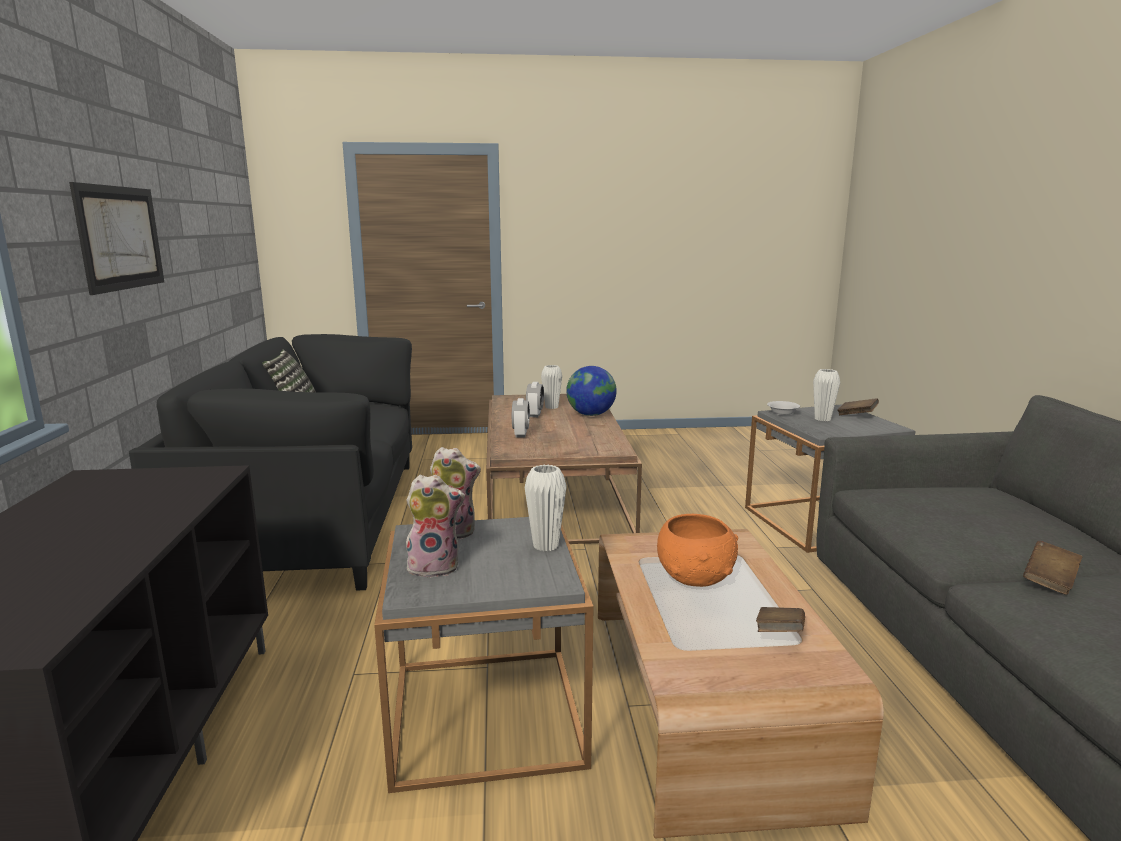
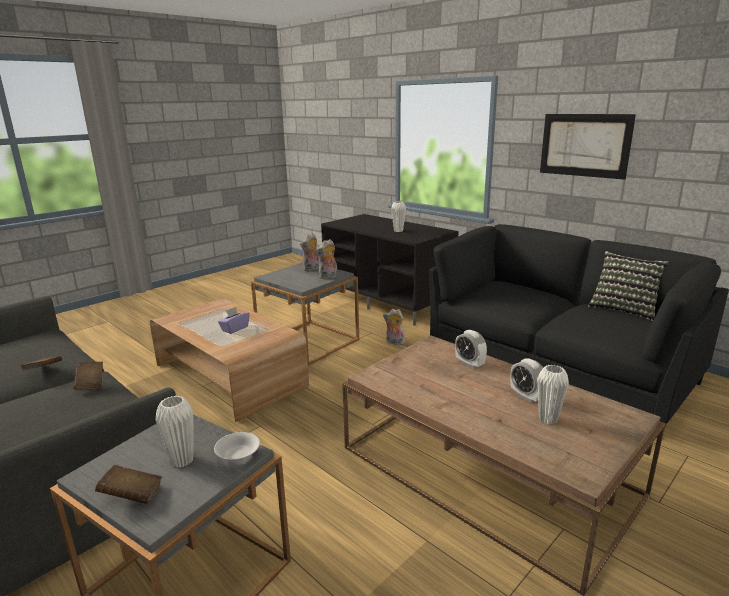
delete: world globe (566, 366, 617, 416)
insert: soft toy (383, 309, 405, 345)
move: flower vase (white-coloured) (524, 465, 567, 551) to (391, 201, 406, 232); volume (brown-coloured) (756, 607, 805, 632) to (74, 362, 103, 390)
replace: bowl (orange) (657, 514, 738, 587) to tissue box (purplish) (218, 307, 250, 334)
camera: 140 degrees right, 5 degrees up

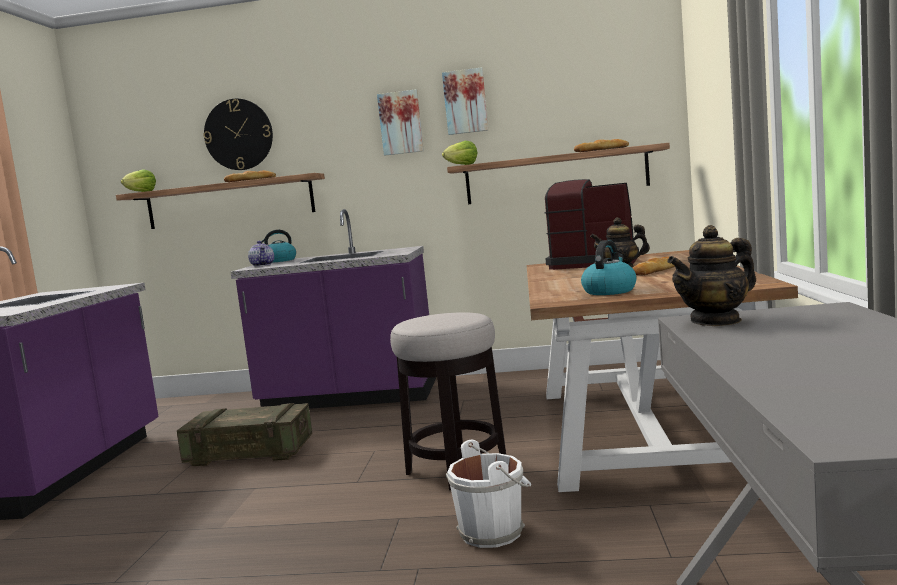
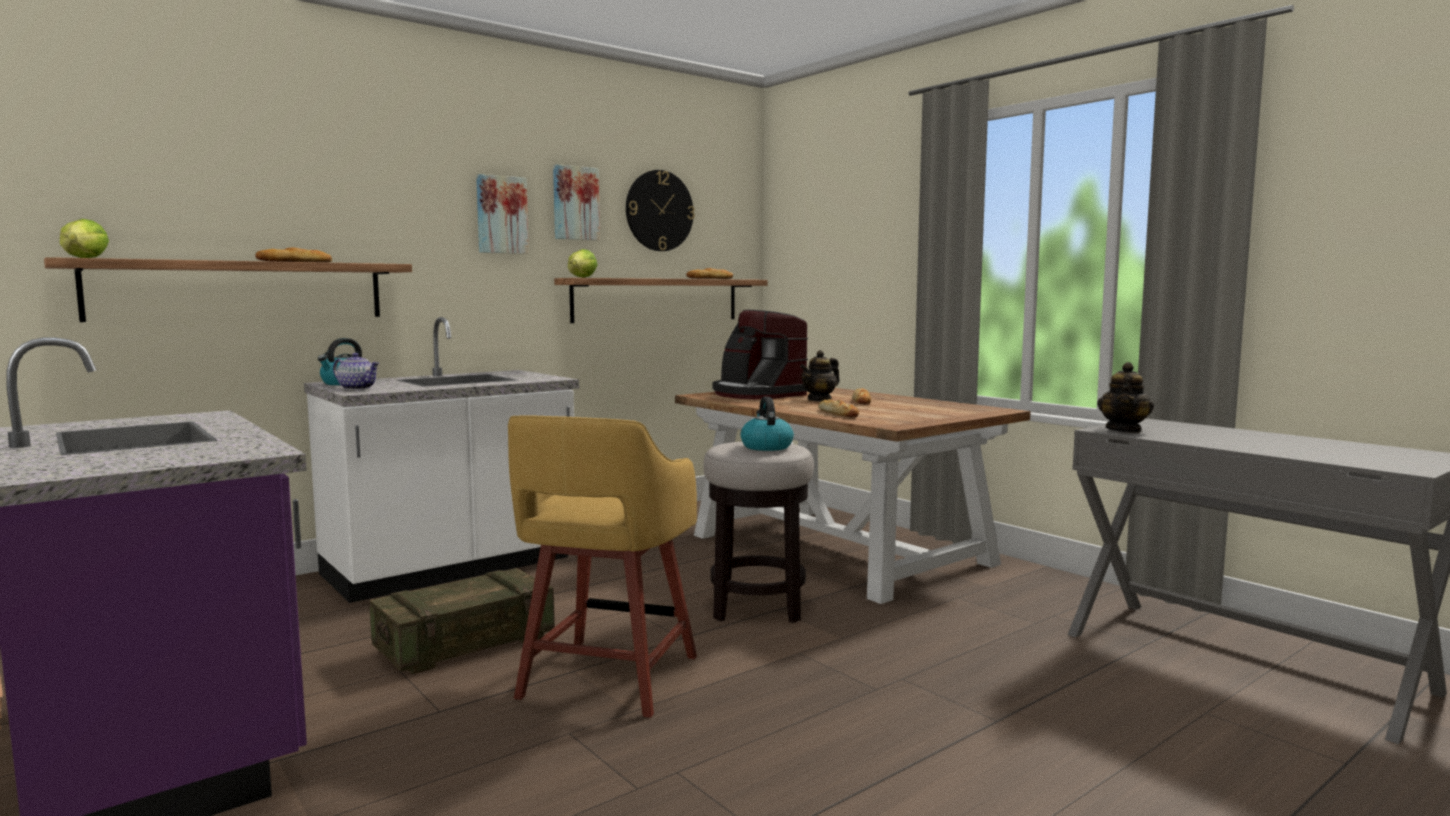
delete: pail (white-coloured) (446, 440, 531, 548)
insert: sitting stool (yellow) (508, 415, 697, 718); bread (818, 399, 859, 417)
move: hanging clock (203, 99, 273, 170) to (626, 170, 695, 251); kettle (581, 240, 637, 295) to (740, 397, 794, 451)
recolor: counter (purplish) (230, 209, 436, 409) to counter (white-coloured) (304, 317, 579, 603)
rotate: coffee maker (545, 179, 639, 270) = (713, 310, 808, 399) 105 degrees counterclockwise
camera: 45 degrees left, 0 degrees up

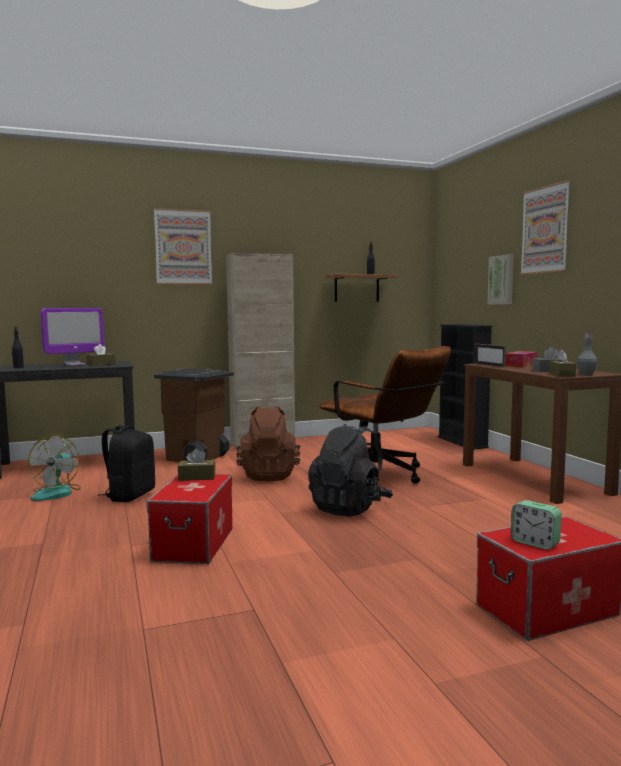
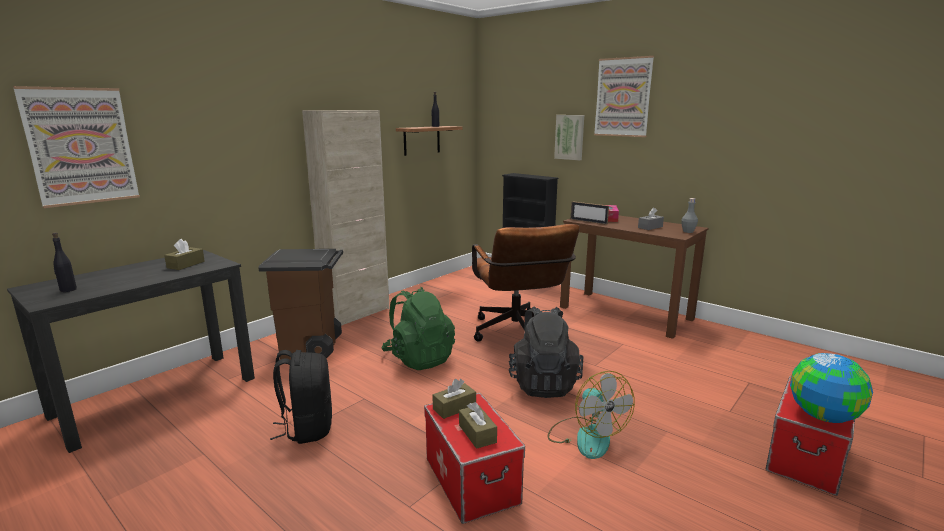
delete: computer display (41, 308, 104, 366)
move: electric fan (28, 434, 81, 501) to (548, 371, 635, 459); wall art (154, 208, 212, 285) to (13, 86, 140, 208); tissue box (brown-coloured) (550, 349, 576, 377) to (459, 402, 497, 449)
replace: bedside clock (511, 500, 562, 550) to world globe (790, 353, 873, 423)
recolor: backpack (brown-coloured) (236, 406, 300, 481) to backpack (green) (381, 287, 455, 370)
rotate: desk chair (brown-coloured) (319, 346, 451, 484) = (472, 224, 580, 341) 60 degrees clockwise
camera: 30 degrees left, 10 degrees up

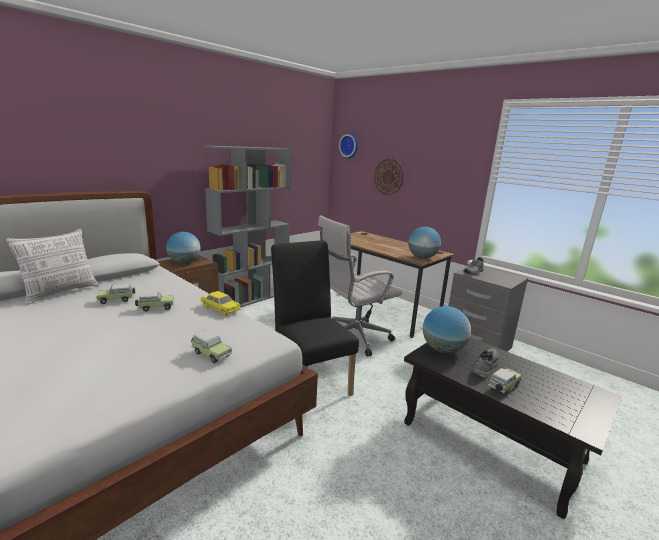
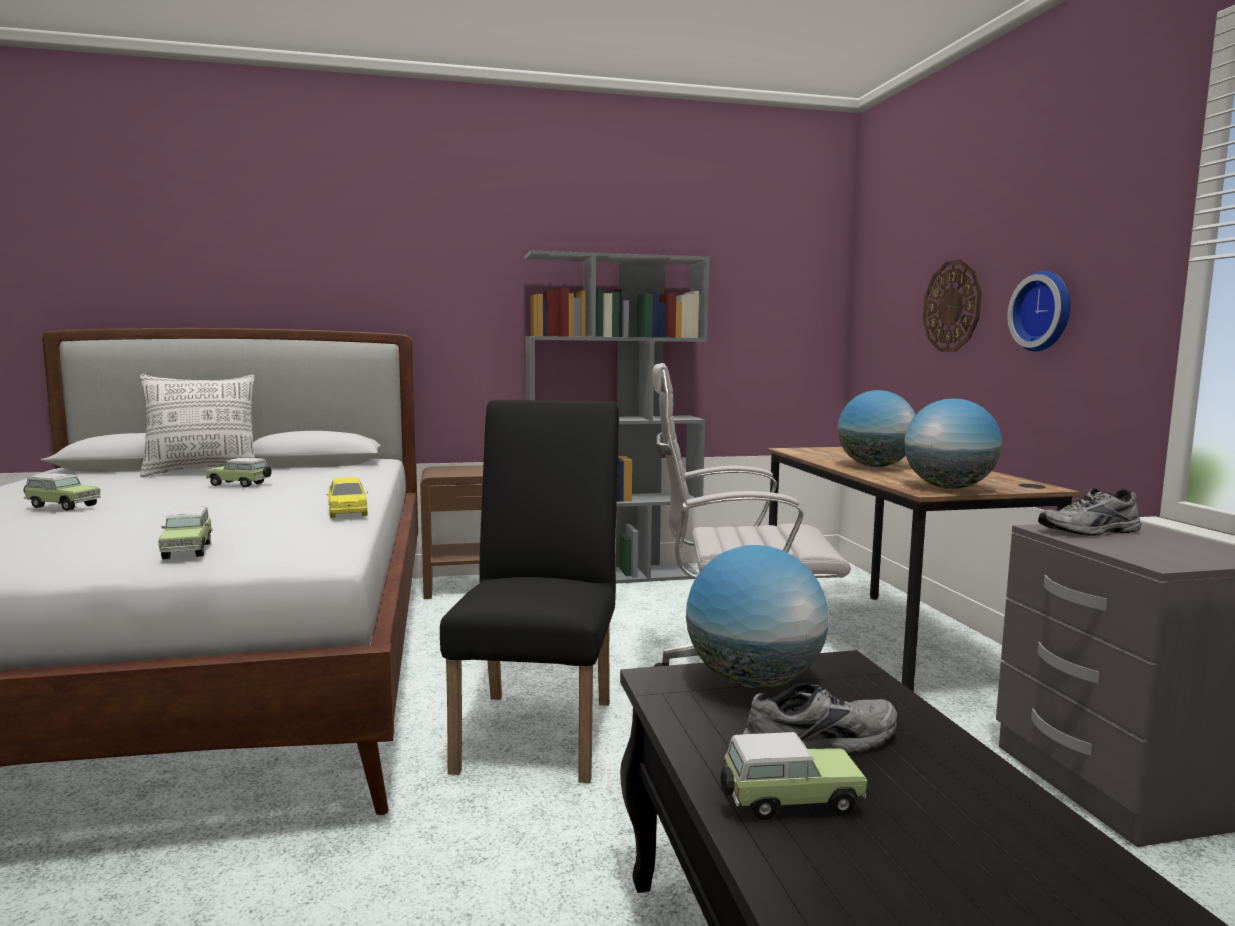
move: miniature car (135, 292, 174, 312) to (23, 473, 101, 511); world globe (166, 232, 201, 264) to (838, 390, 916, 467); hanging clock (339, 133, 358, 159) to (1007, 270, 1071, 351)
camera: 35 degrees right, 10 degrees down

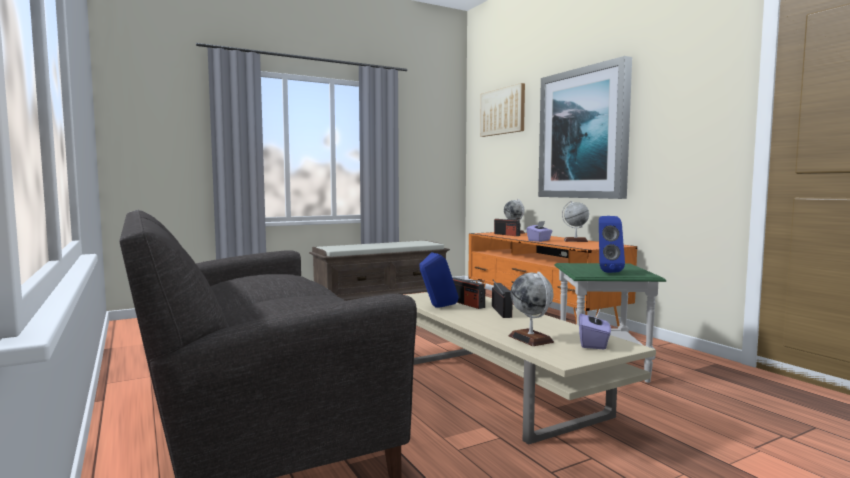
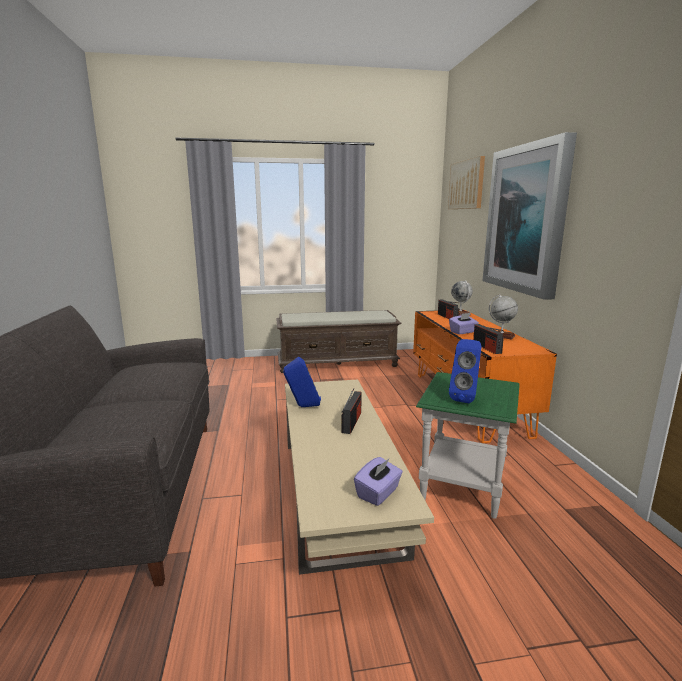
delete: world globe (509, 272, 554, 346)
move: radio (453, 278, 485, 309) to (473, 324, 504, 354)
camera: 20 degrees right, 10 degrees up

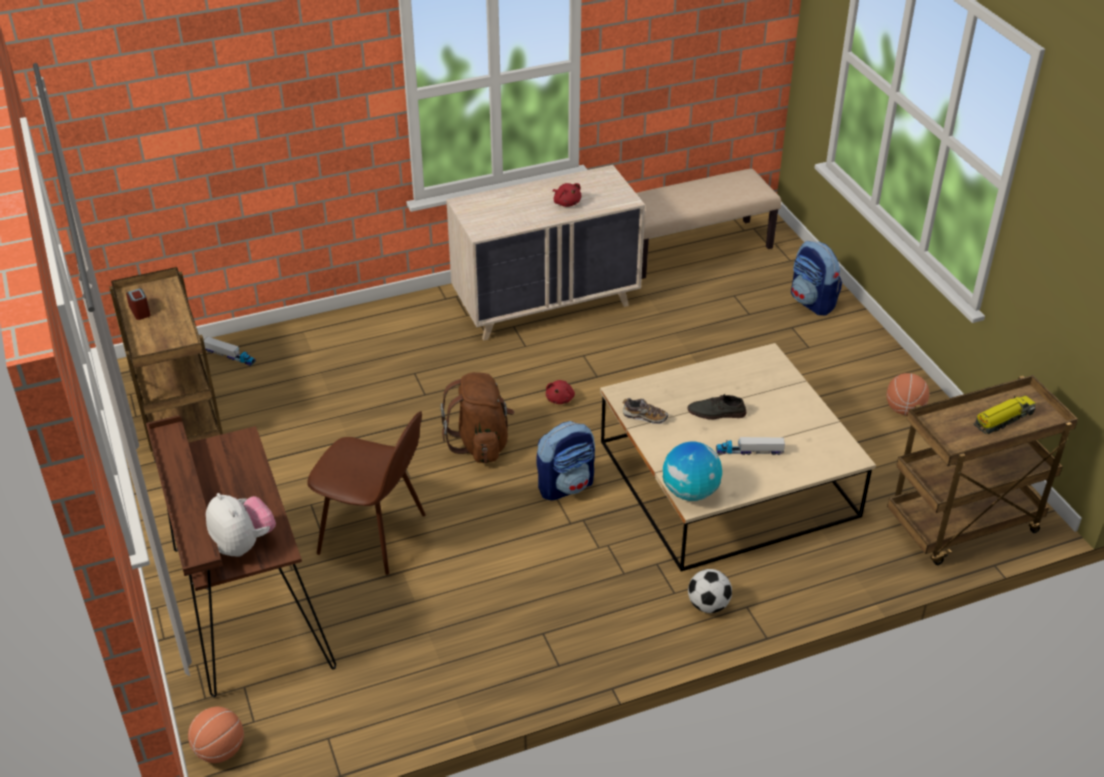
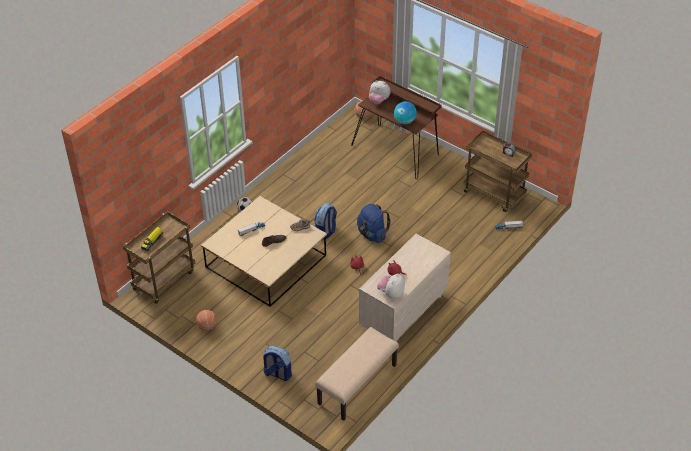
delete: plain chair (brown-coloured) (307, 411, 426, 575)
insert: soft toy (377, 274, 405, 299)
move: world globe (663, 442, 722, 501) to (394, 102, 417, 124)
recolor: backpack (brown-coloured) (441, 372, 514, 463) to backpack (bluish) (357, 204, 391, 243)
camera: 150 degrees right, 5 degrees up

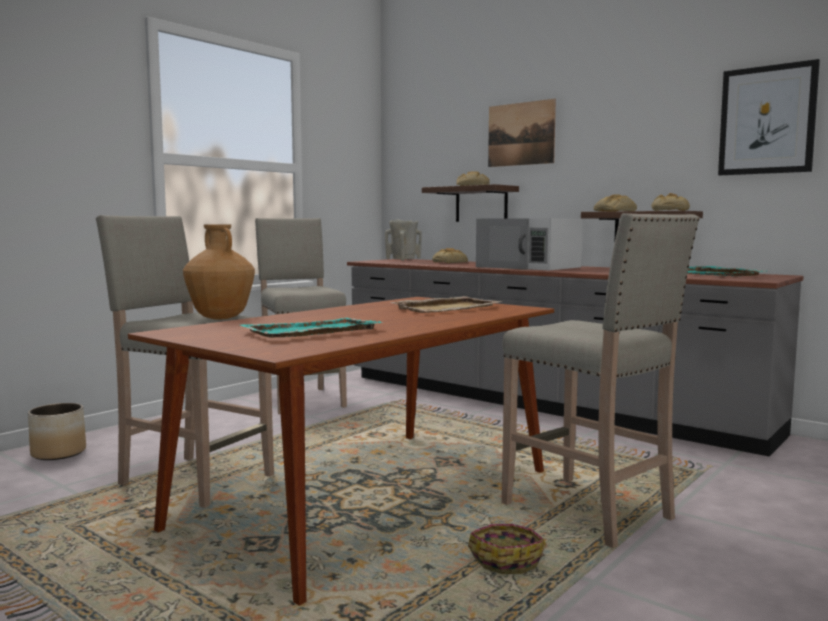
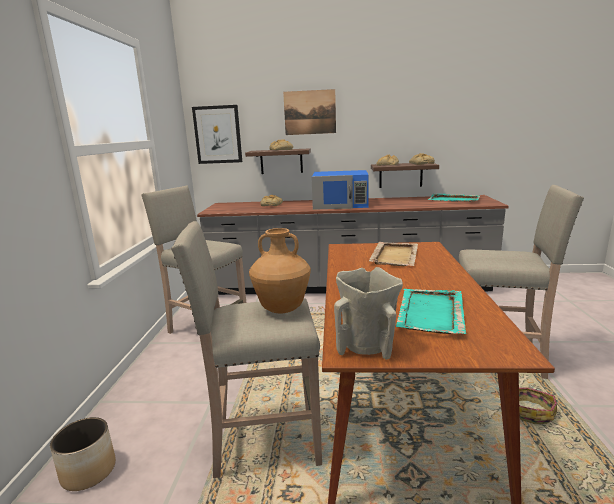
move: flower vase (beige-coloured) (385, 220, 422, 261) to (334, 267, 403, 360); wall art (718, 59, 820, 175) to (192, 105, 242, 164)
recolor: kitchen microwave (white-coloured) (476, 218, 583, 270) to kitchen microwave (bluish) (312, 170, 369, 210)
camera: 35 degrees left, 10 degrees up

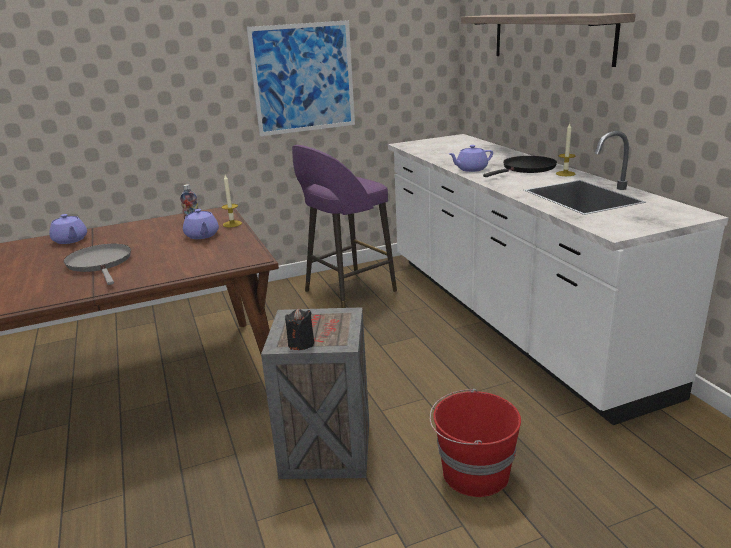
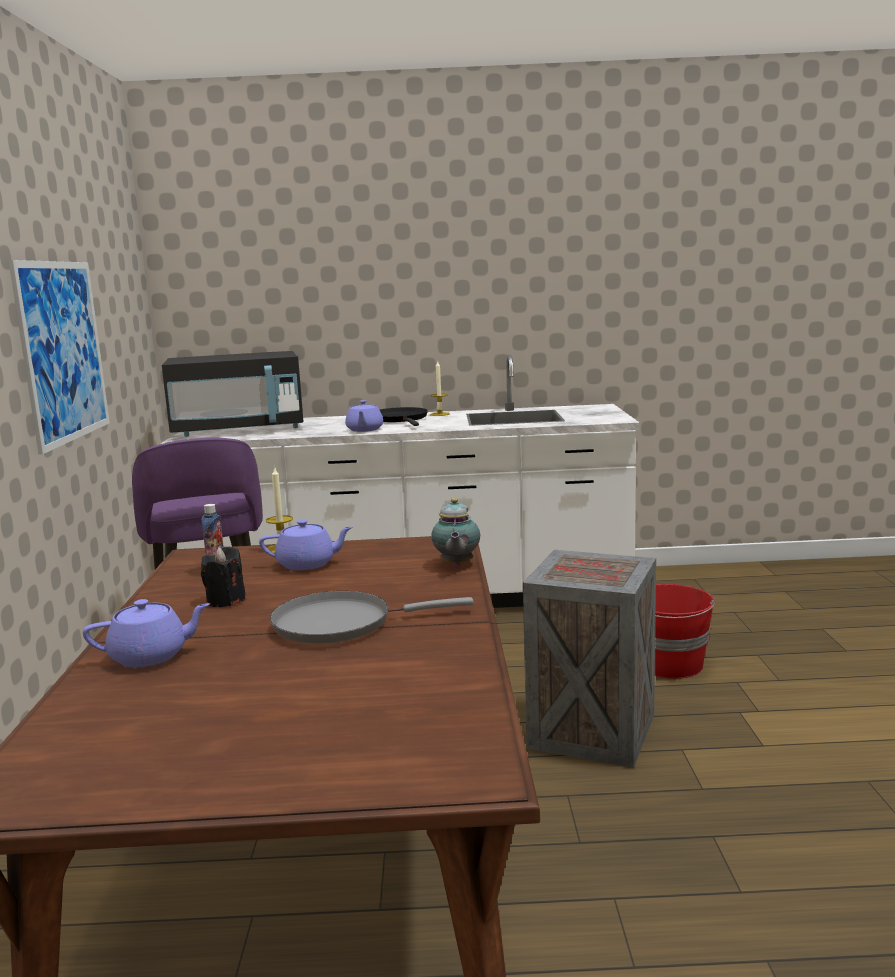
delete: bracket shelf (461, 13, 636, 67)
insert: kitchen microwave (black) (162, 351, 304, 437); pot for tea (431, 498, 480, 566)
move: wax light (black) (285, 308, 314, 350) to (201, 546, 245, 607)
camera: 70 degrees left, 10 degrees down

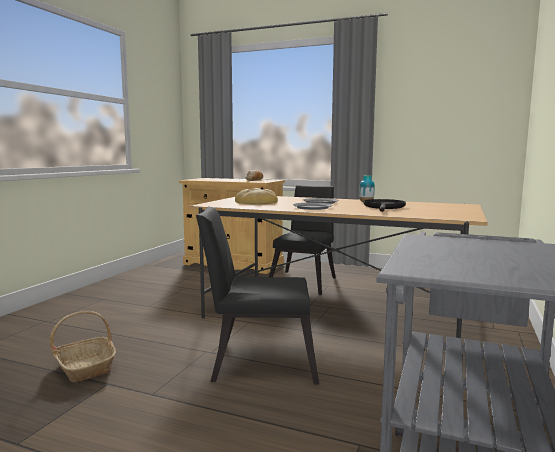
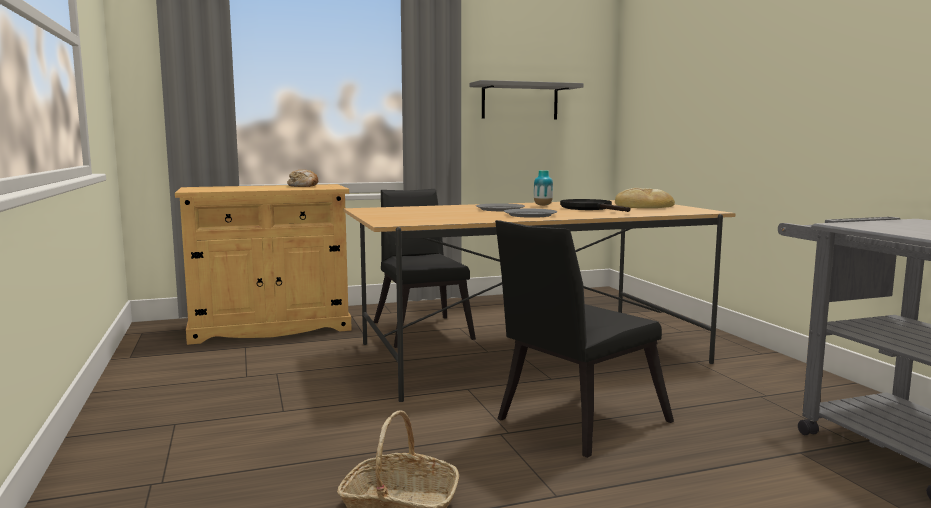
insert: bracket shelf (grey) (470, 80, 584, 119)
move: bread (235, 188, 278, 204) to (615, 188, 675, 208)
camera: 40 degrees left, 0 degrees up

